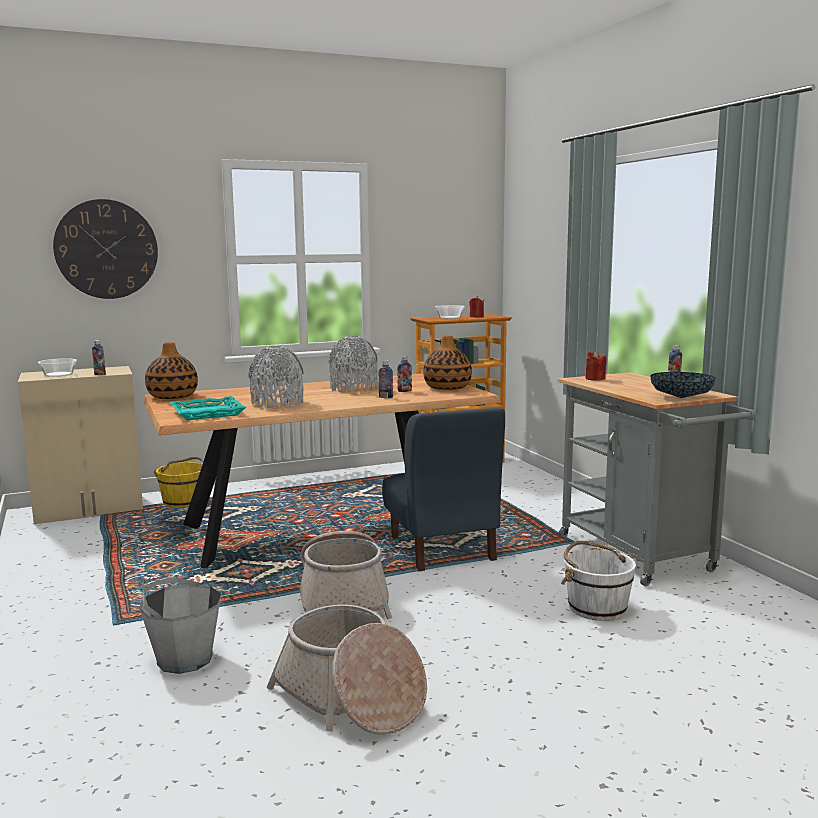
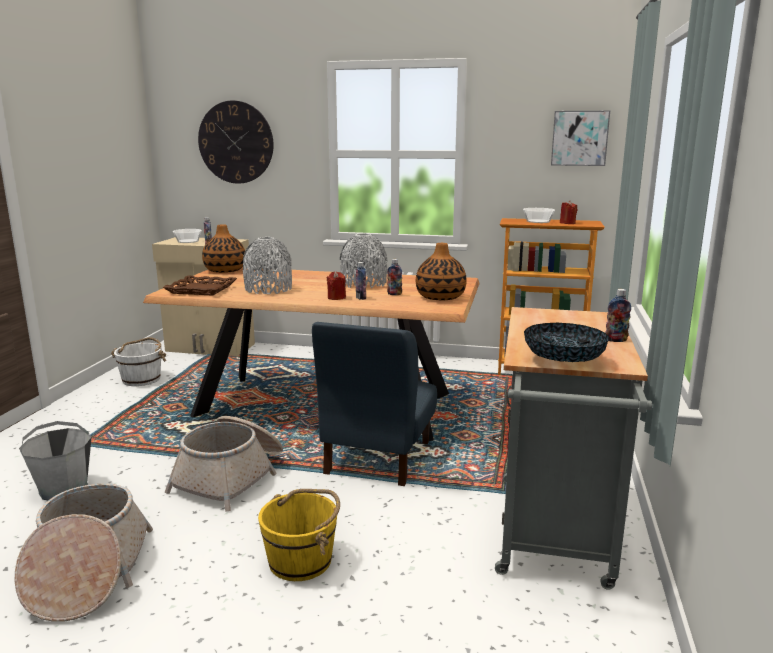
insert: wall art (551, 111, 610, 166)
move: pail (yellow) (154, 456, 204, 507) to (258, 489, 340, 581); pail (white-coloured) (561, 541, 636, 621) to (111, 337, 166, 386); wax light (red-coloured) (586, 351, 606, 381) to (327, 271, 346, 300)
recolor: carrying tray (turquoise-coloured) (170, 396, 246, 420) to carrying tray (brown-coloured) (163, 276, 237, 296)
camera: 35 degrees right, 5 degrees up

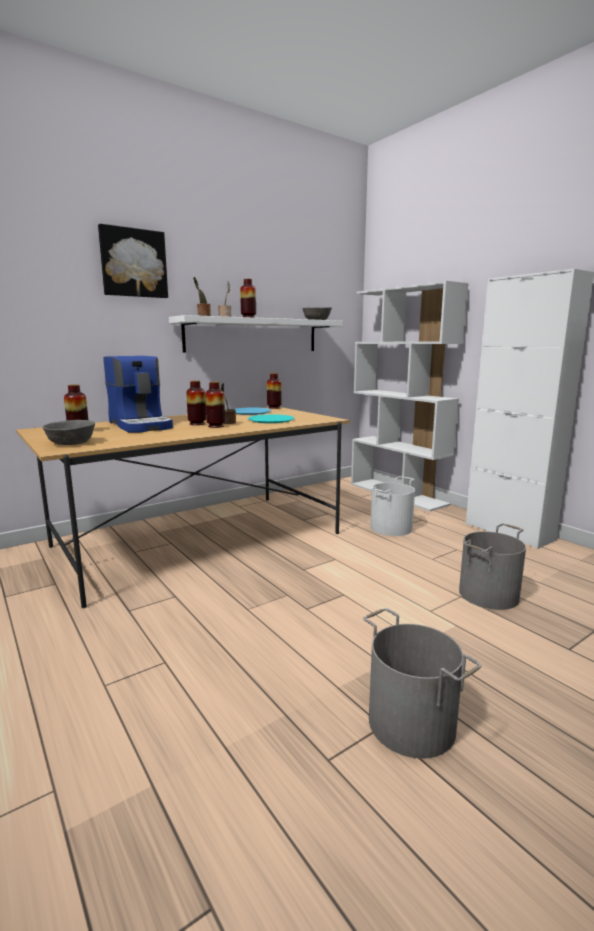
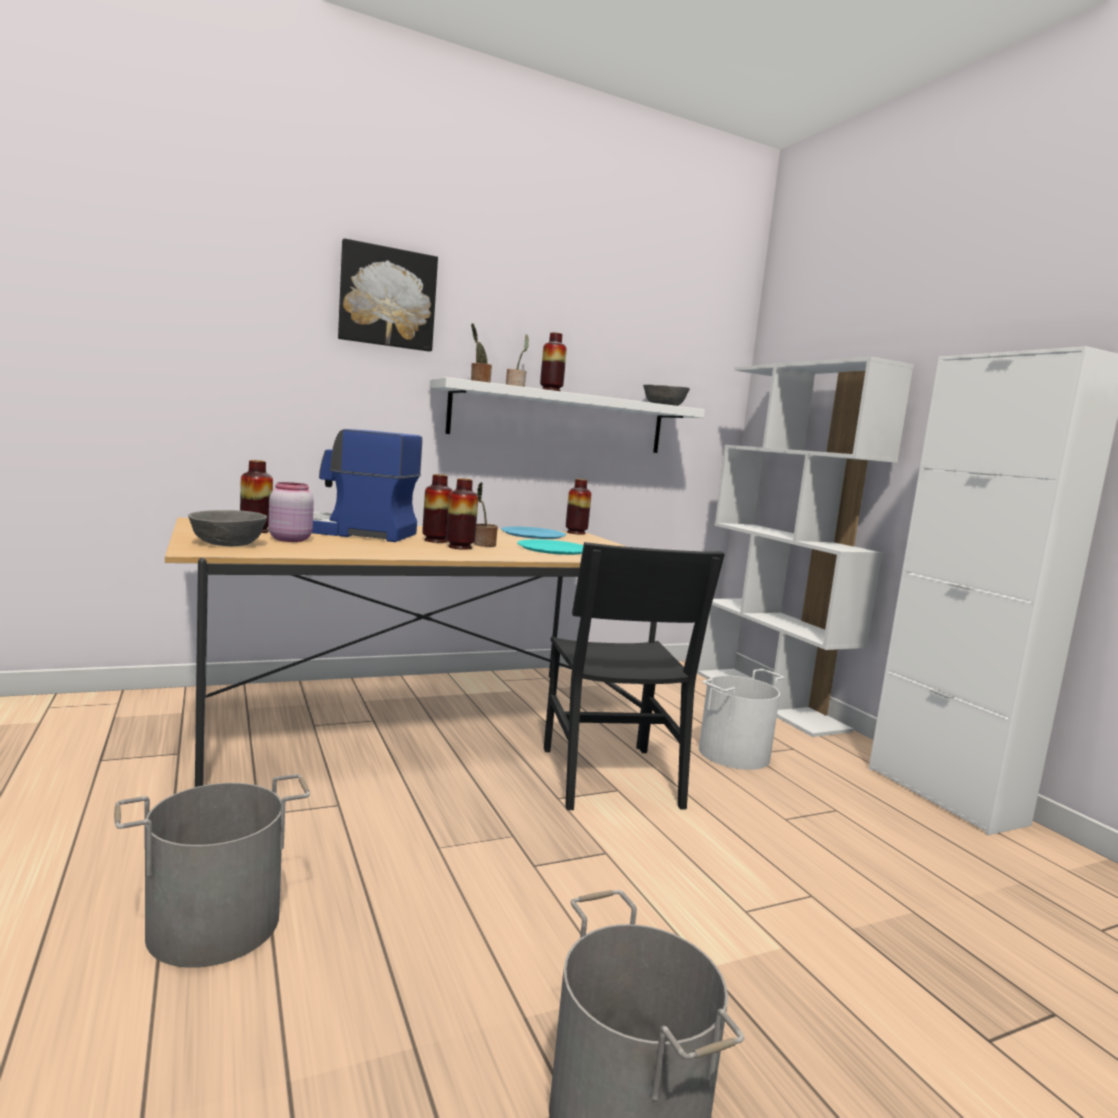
insert: jar (pink) (268, 482, 314, 542); plain chair (black) (544, 542, 725, 810)
move: pail (grey) (459, 523, 526, 610) to (114, 774, 310, 968)
rotate: coffee maker (103, 356, 173, 432) = (312, 429, 422, 542) 120 degrees clockwise
camera: 10 degrees right, 5 degrees down

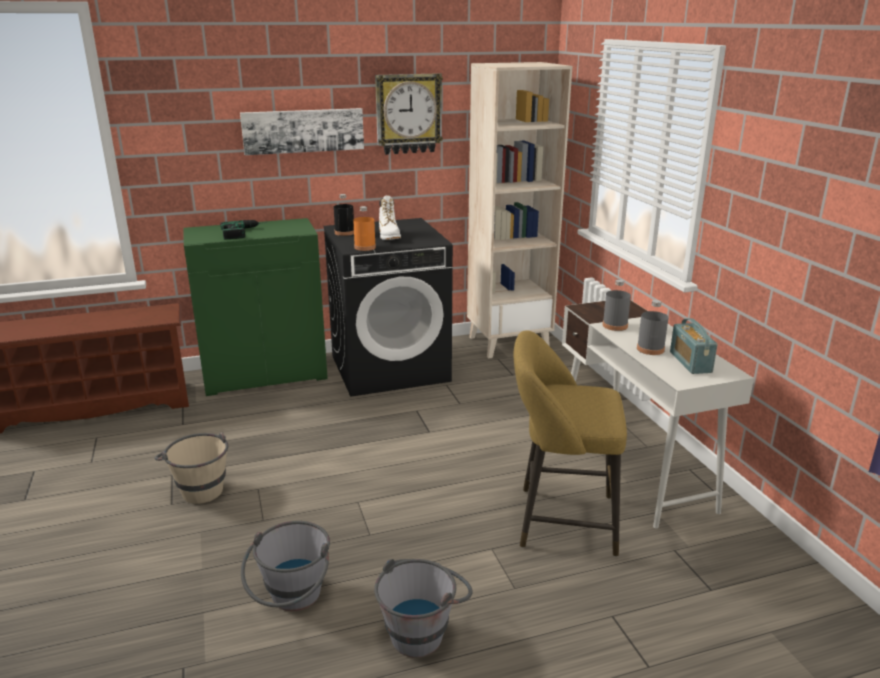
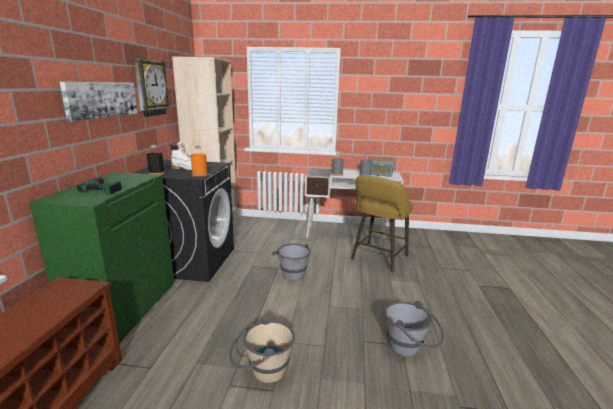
move: pail (grey) (374, 559, 473, 658) to (272, 243, 311, 281)
camera: 65 degrees left, 5 degrees down

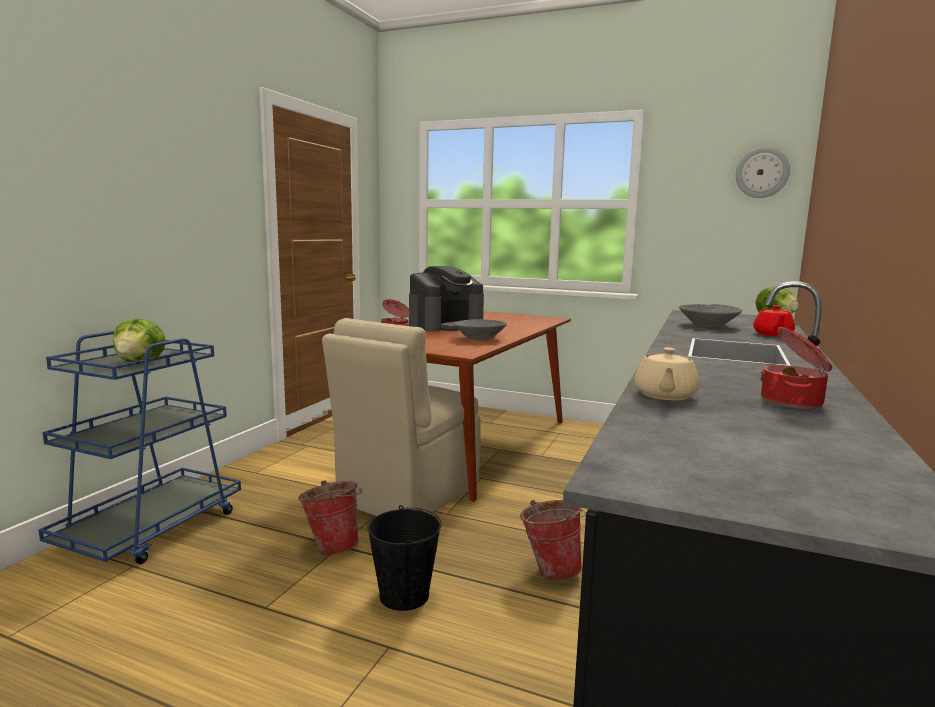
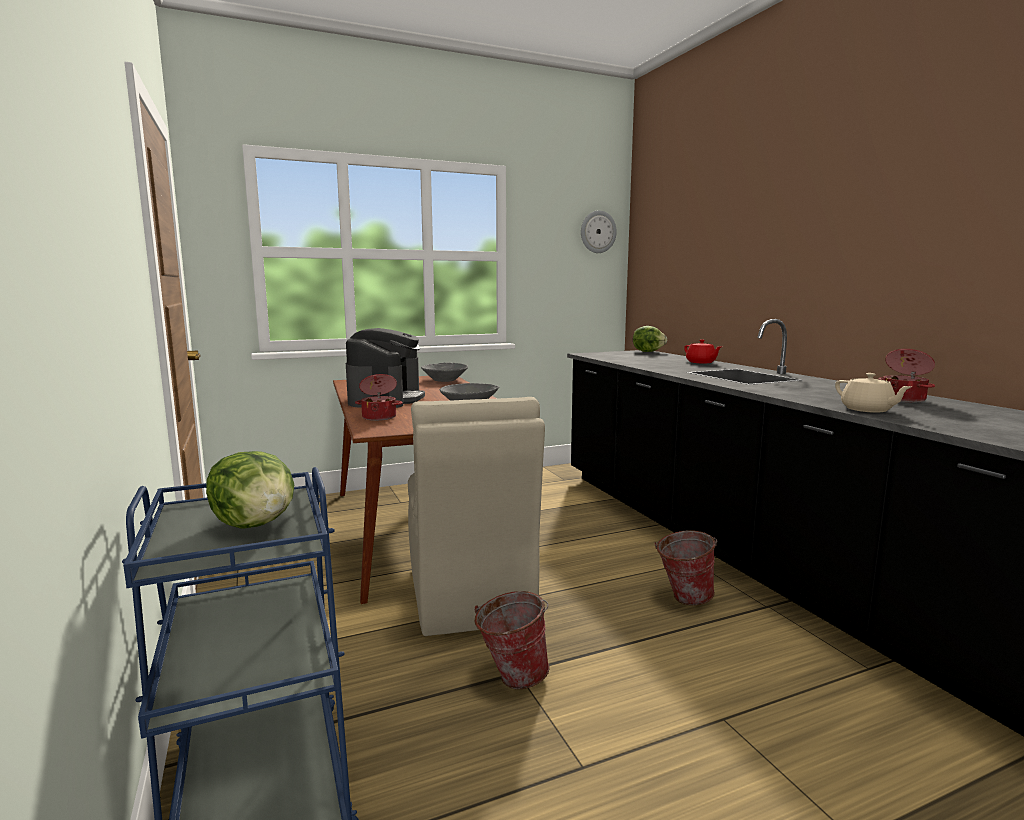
delete: pail (black) (368, 505, 442, 611)
move: bowl (grey) (679, 304, 742, 327) to (421, 363, 468, 382)
camera: 45 degrees left, 0 degrees up

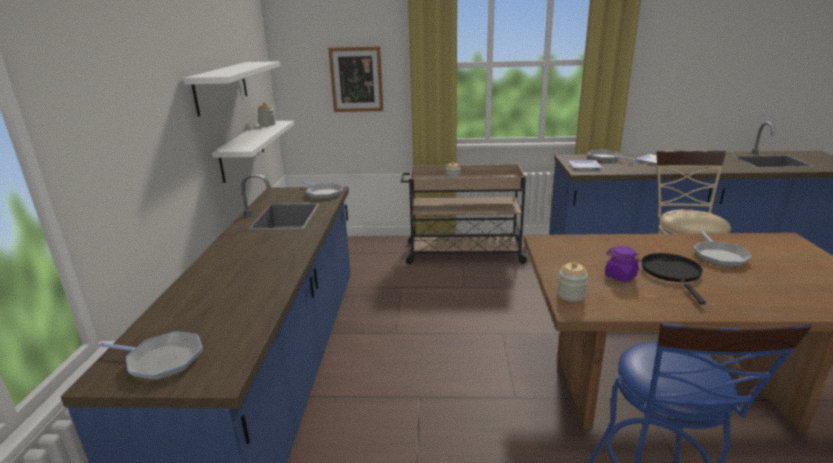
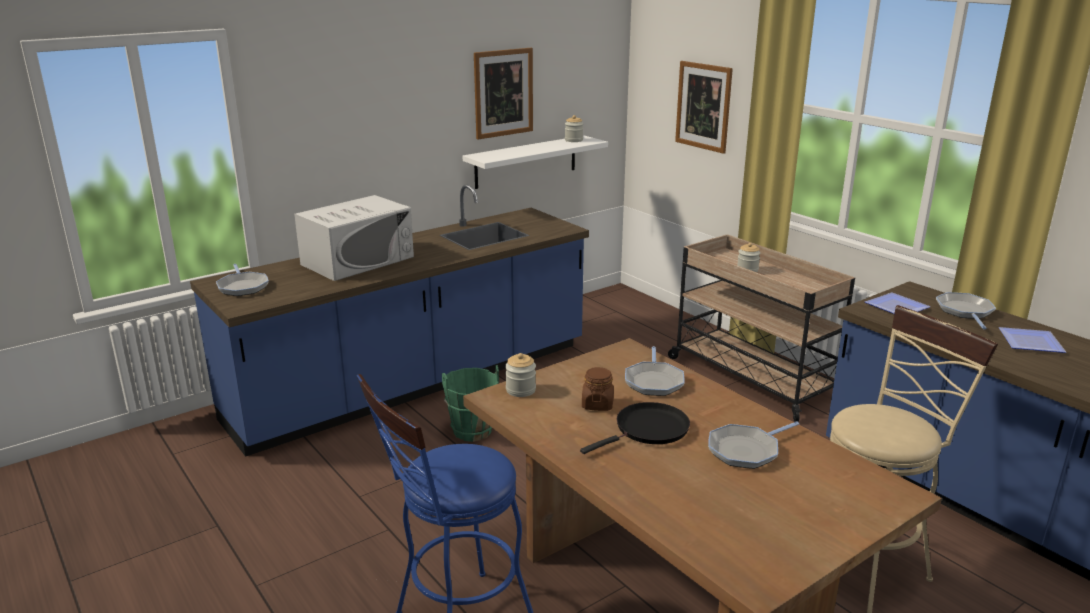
insert: kitchen microwave (white-coloured) (294, 195, 414, 281); pail (green) (442, 365, 499, 442)
move: frying pan (302, 181, 343, 199) to (625, 346, 685, 396)
replace: bracket shelf (white-coloured) (183, 61, 280, 116) to wall art (474, 48, 533, 139)
recolor: jar (purplish) (605, 246, 640, 282) to jar (brown-coloured) (582, 367, 614, 411)
camera: 50 degrees right, 0 degrees up

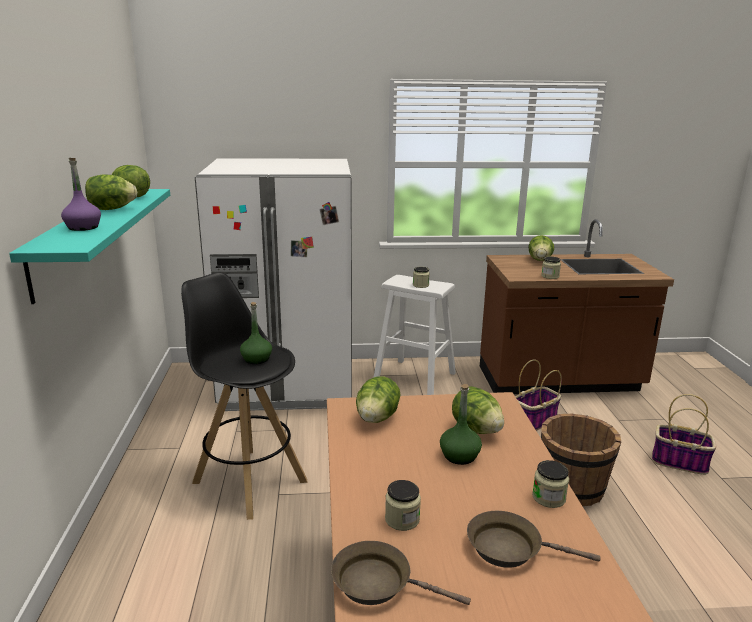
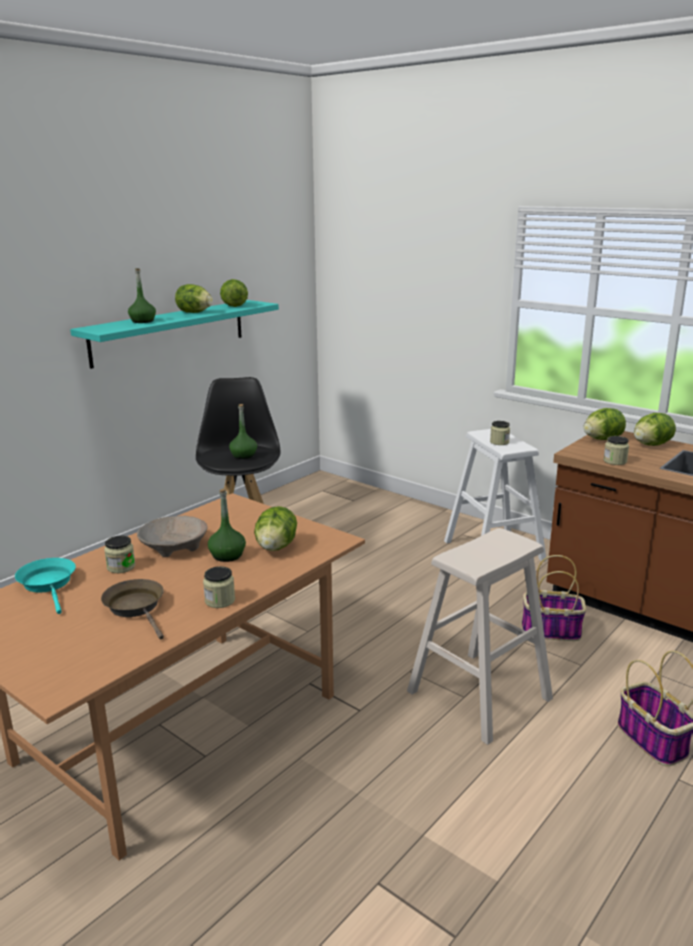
delete: refrigerator (white-coloured) (195, 158, 352, 411)
insert: bowl (beige-coloured) (137, 516, 208, 557)
move: lettuce (356, 376, 401, 423) to (583, 408, 626, 440)
replace: pail (brown-coloured) (541, 414, 621, 506) to sitting stool (beige-coloured) (407, 528, 553, 745)
recolor: beverage bottle (purplish) (61, 158, 101, 231) to beverage bottle (green) (128, 268, 156, 323); frying pan (brown-coloured) (331, 541, 471, 605) to frying pan (turquoise-coloured) (15, 558, 76, 614)
camera: 45 degrees right, 0 degrees up

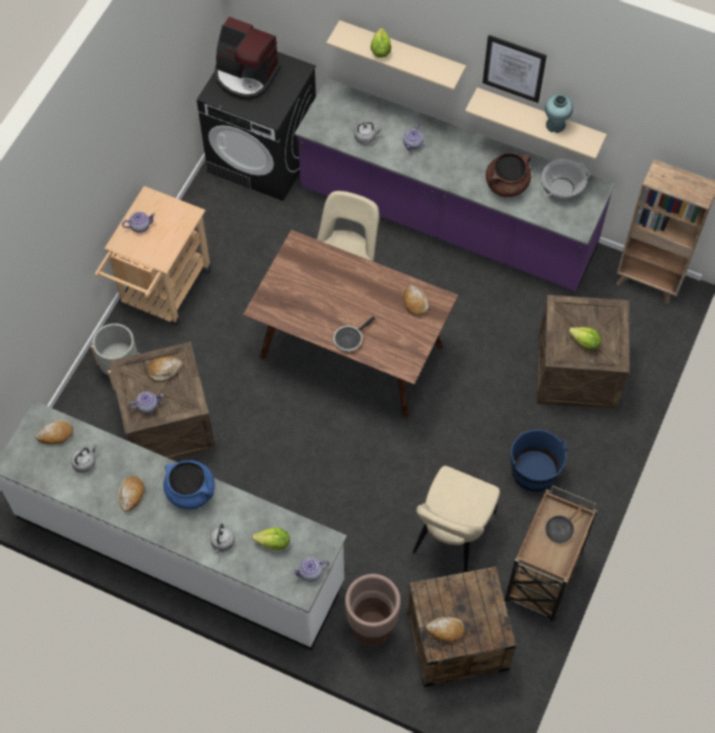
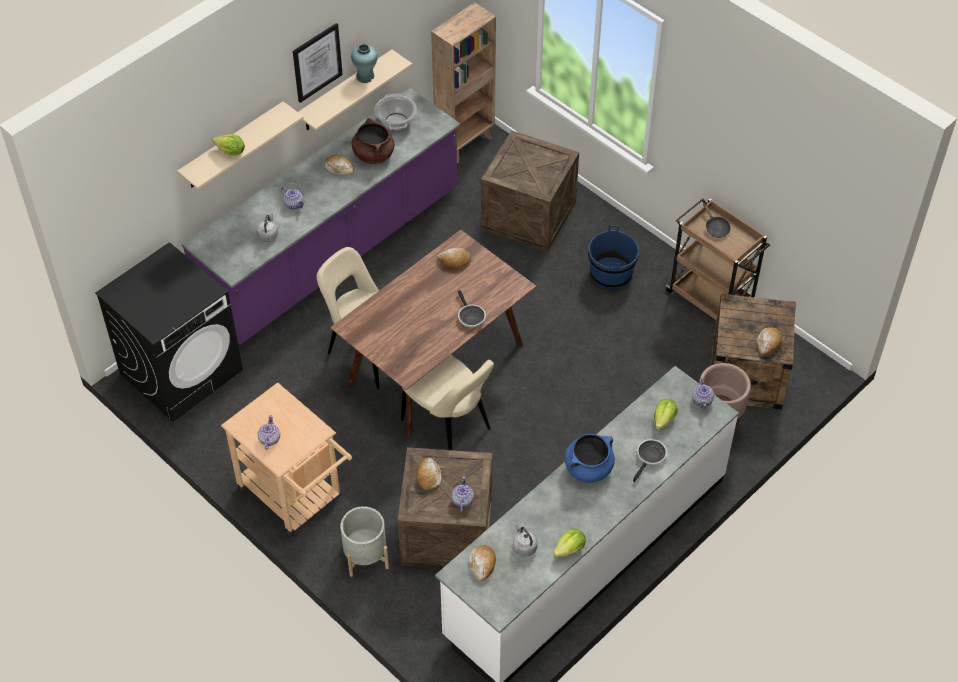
delete: coffee maker (214, 17, 281, 100)
move: bread (118, 476, 145, 512) to (324, 154, 354, 176); plain chair (beige-coloured) (413, 466, 500, 572) to (401, 355, 494, 450); lettuce (569, 327, 601, 349) to (553, 529, 586, 557)
replace: kettle (grey) (210, 524, 235, 554) to frying pan (633, 439, 667, 482)
camera: 70 degrees left, 10 degrees down

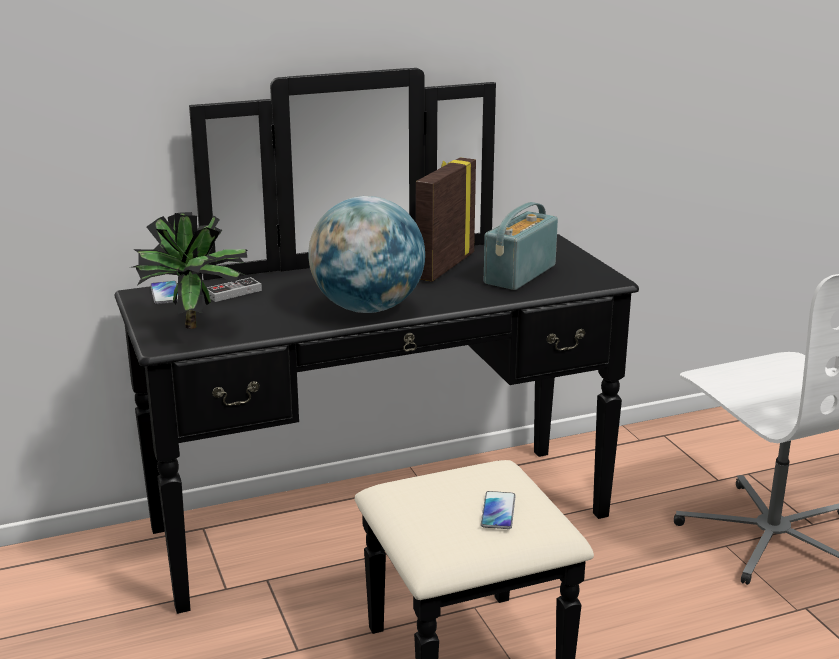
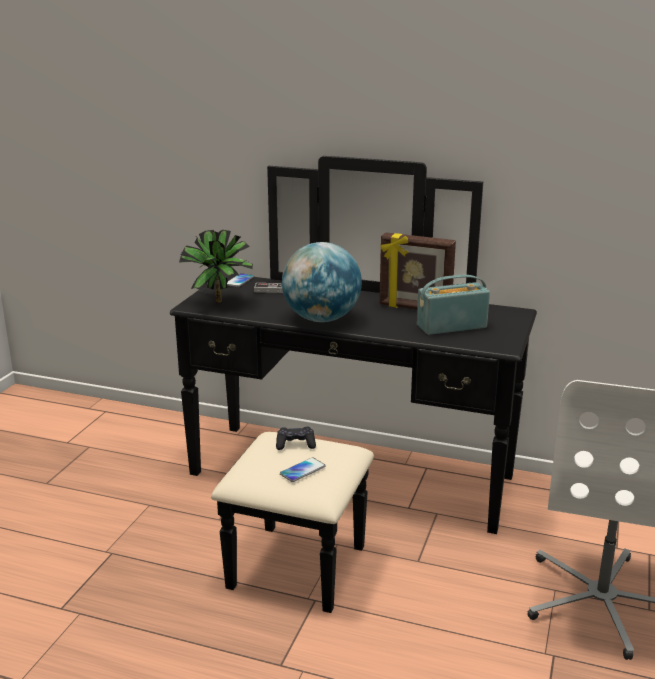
insert: gamepad (black) (276, 427, 316, 450)
rotate: standing frame (416, 157, 476, 282) = (379, 232, 456, 309) 135 degrees counterclockwise
camera: 40 degrees right, 0 degrees up

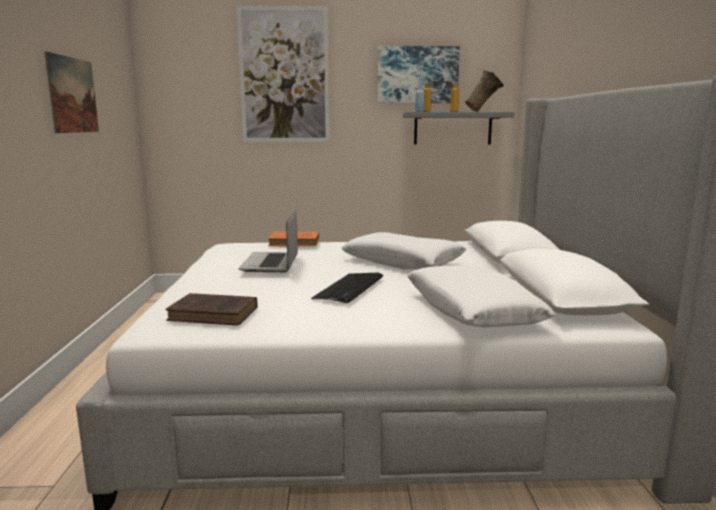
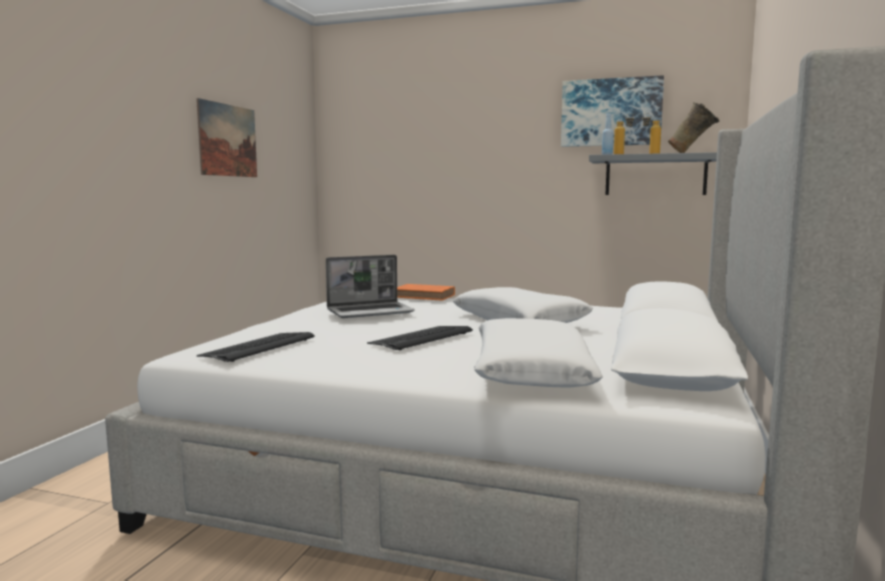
delete: wall art (237, 6, 329, 142)
replace: volume (brown-coloured) (166, 293, 258, 326) to computer keyboard (196, 332, 315, 362)
rotate: laptop (238, 210, 298, 272) = (326, 255, 415, 318) 135 degrees counterclockwise
camera: 20 degrees right, 5 degrees down

